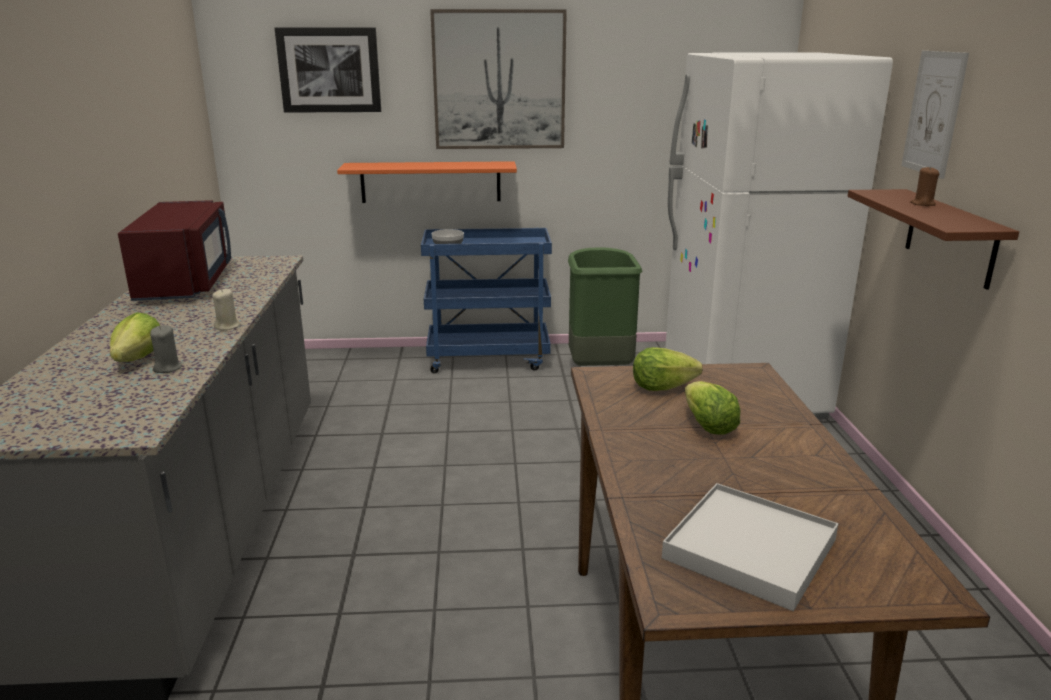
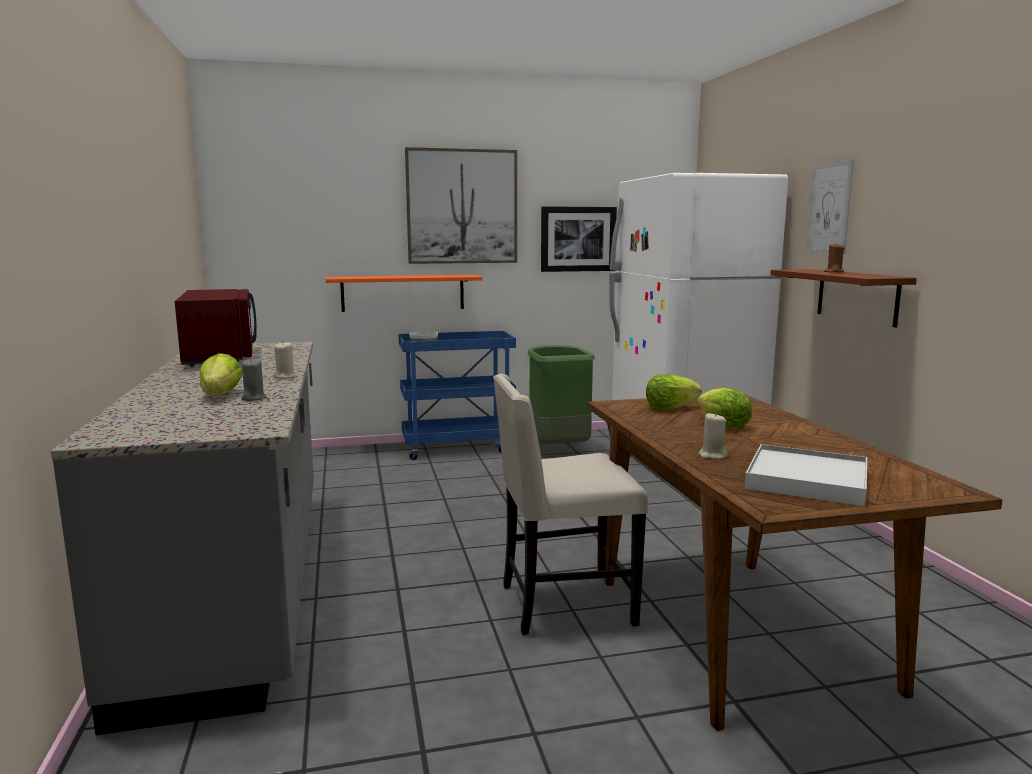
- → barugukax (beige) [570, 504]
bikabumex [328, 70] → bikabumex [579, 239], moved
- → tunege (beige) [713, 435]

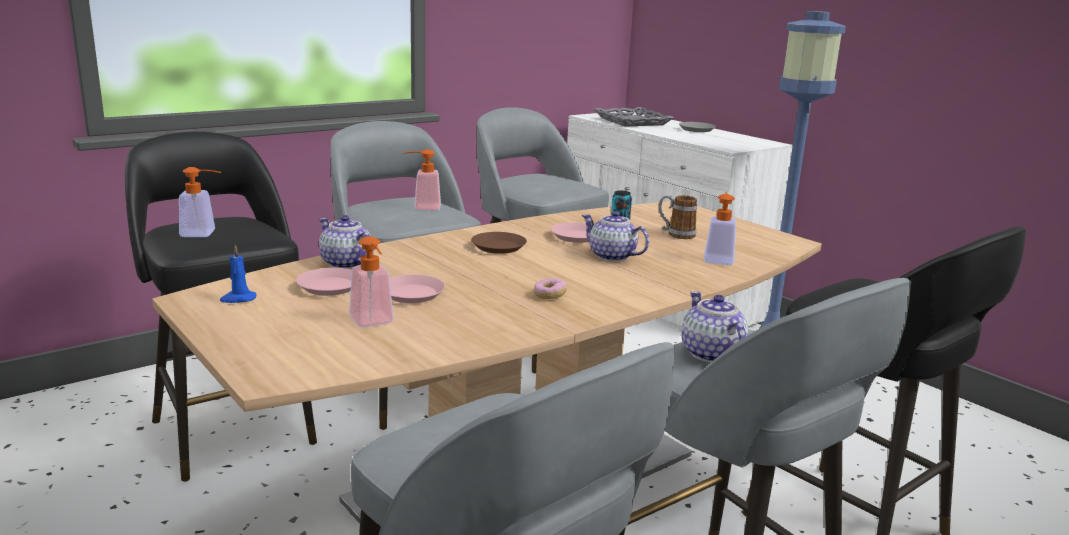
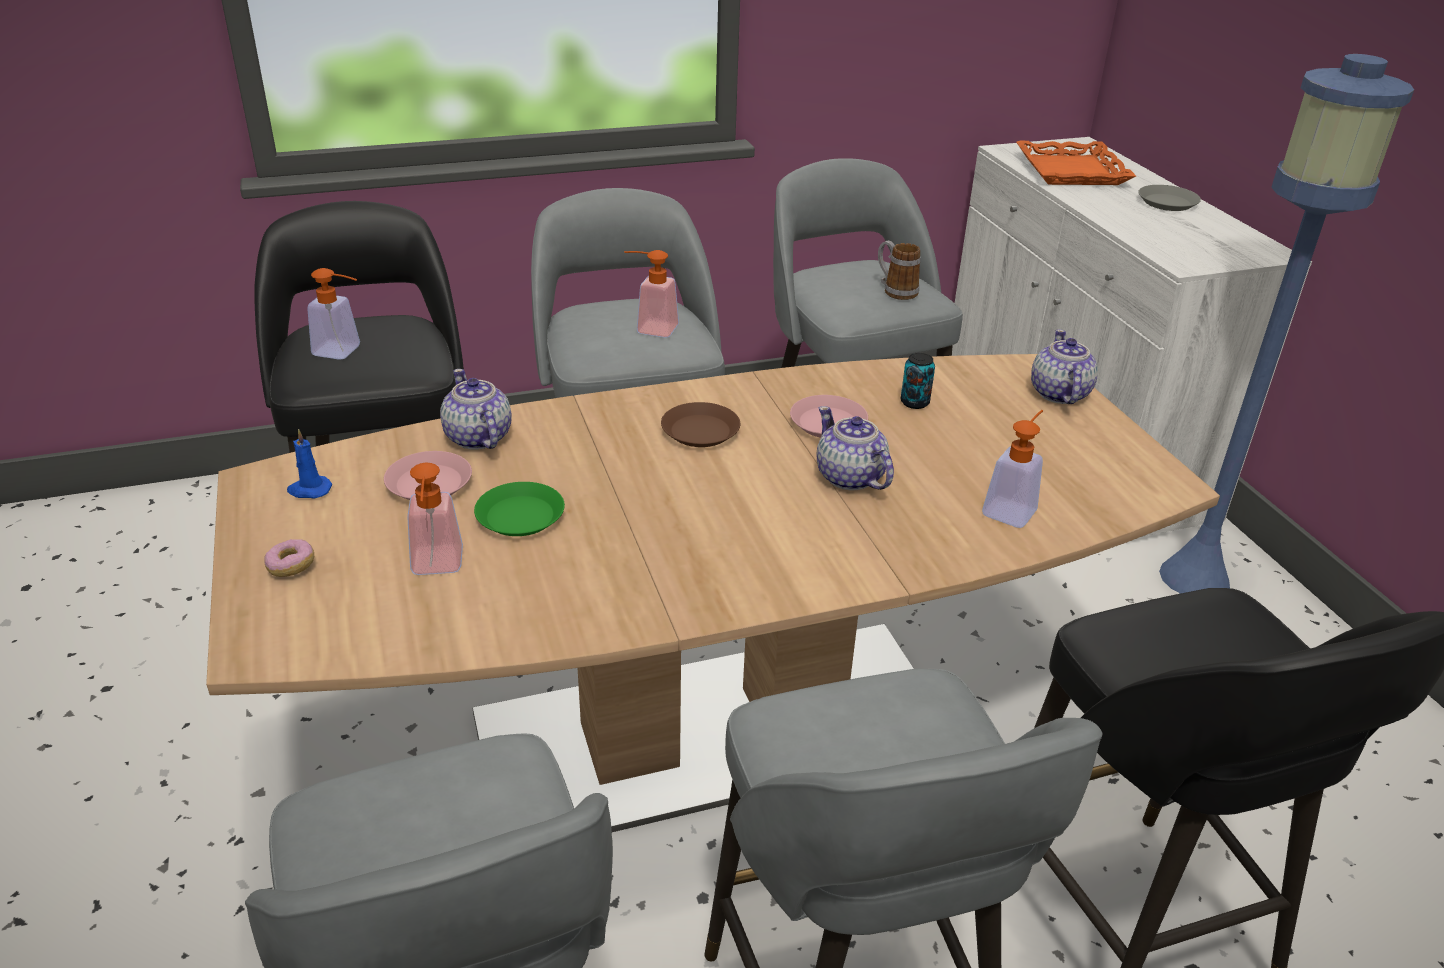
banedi [550, 288] → banedi [289, 558], moved
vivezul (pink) [417, 289] → vivezul (green) [519, 509]
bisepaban [678, 217] → bisepaban [899, 270], moved
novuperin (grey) [634, 117] → novuperin (orange) [1076, 163]
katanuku [714, 326] → katanuku [1064, 366], moved

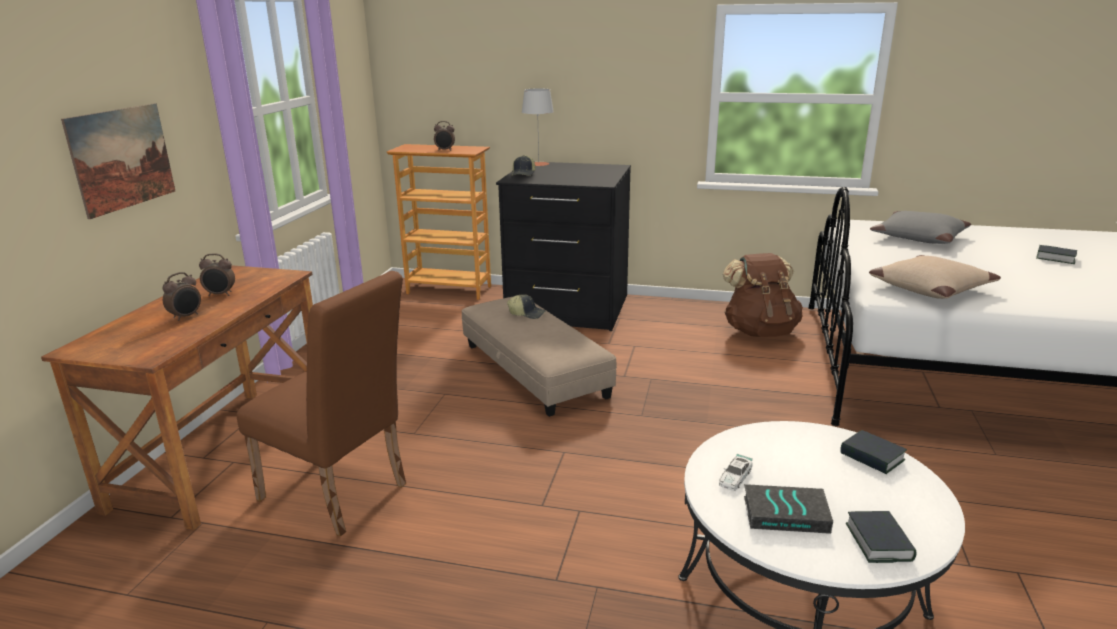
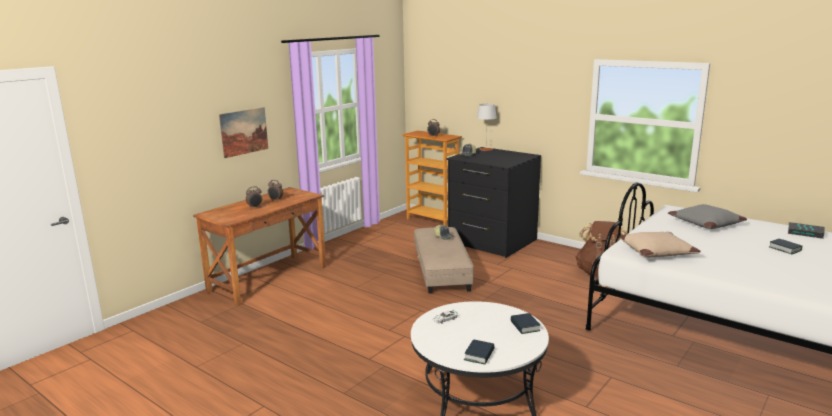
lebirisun [788, 509] → lebirisun [806, 230], moved
barugukax (brown) [321, 404] → -

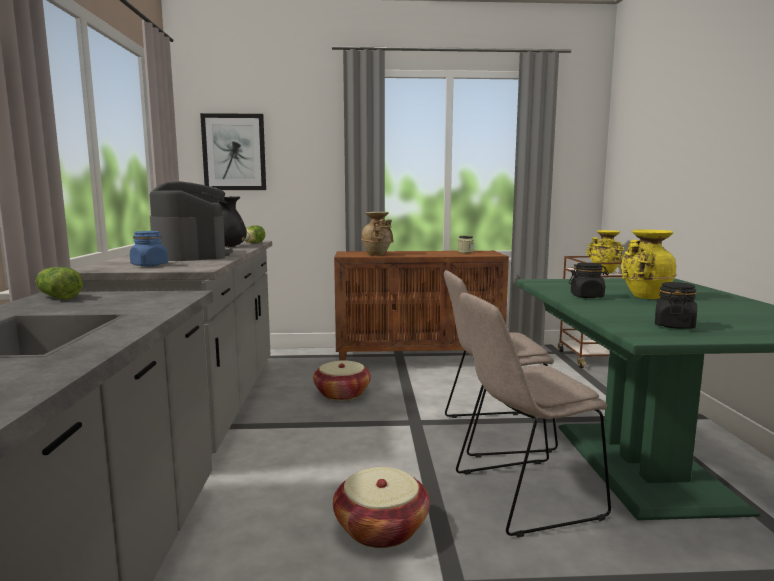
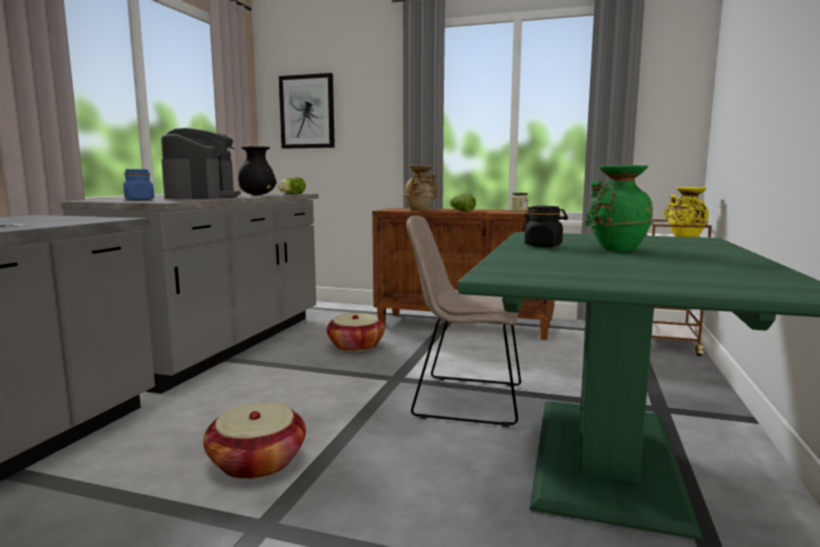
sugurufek [59, 283] → sugurufek [463, 202], moved
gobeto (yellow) [649, 264] → gobeto (green) [619, 208]
barugukax (beige) [533, 415] → -
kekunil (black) [676, 305] → -

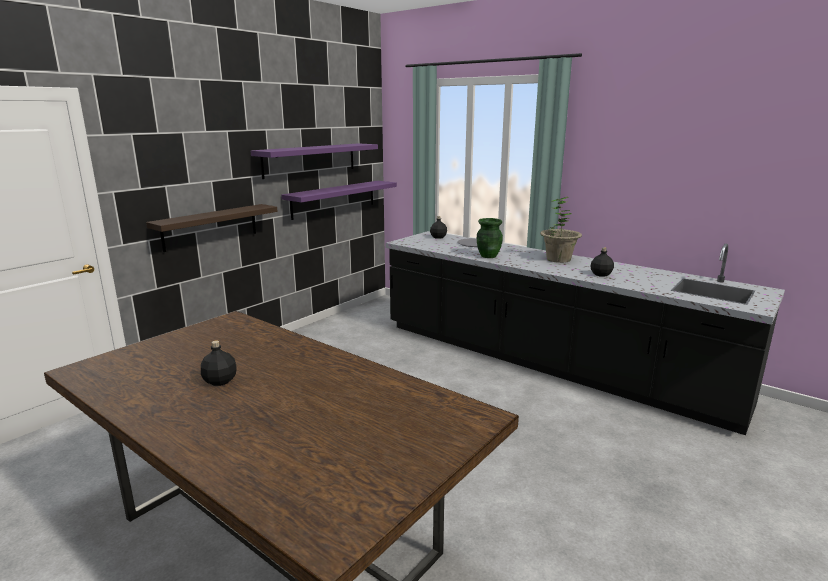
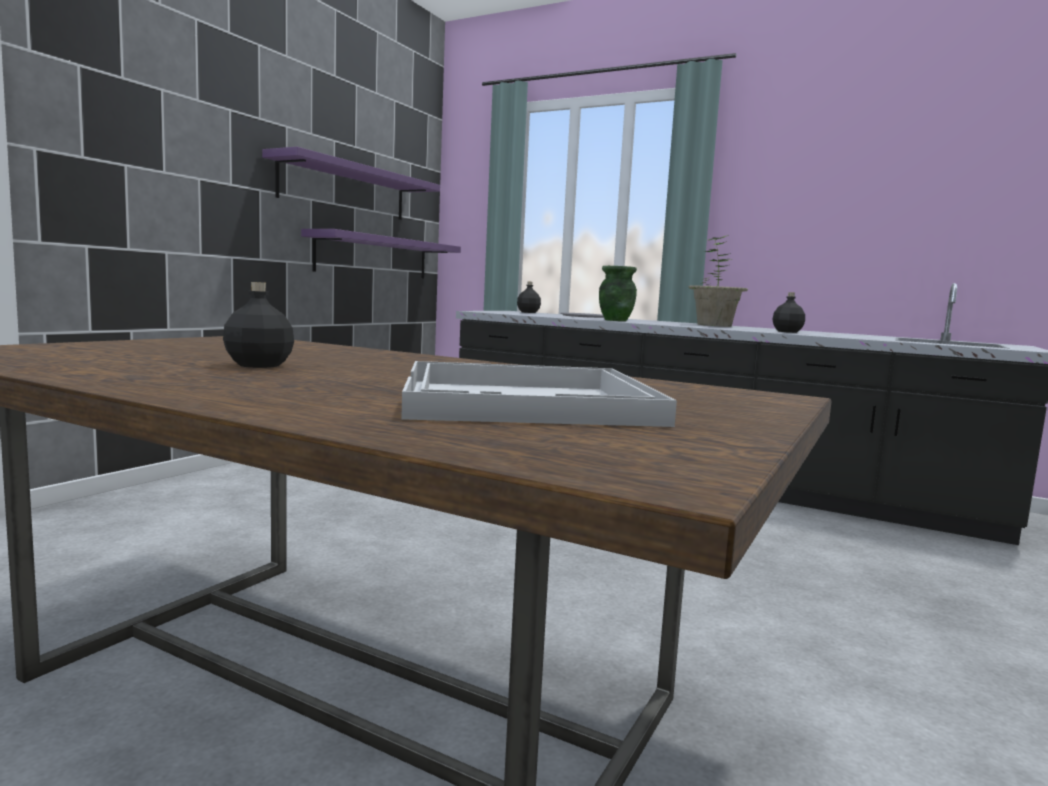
- → novuperin (white) [539, 394]
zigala [212, 228] → -

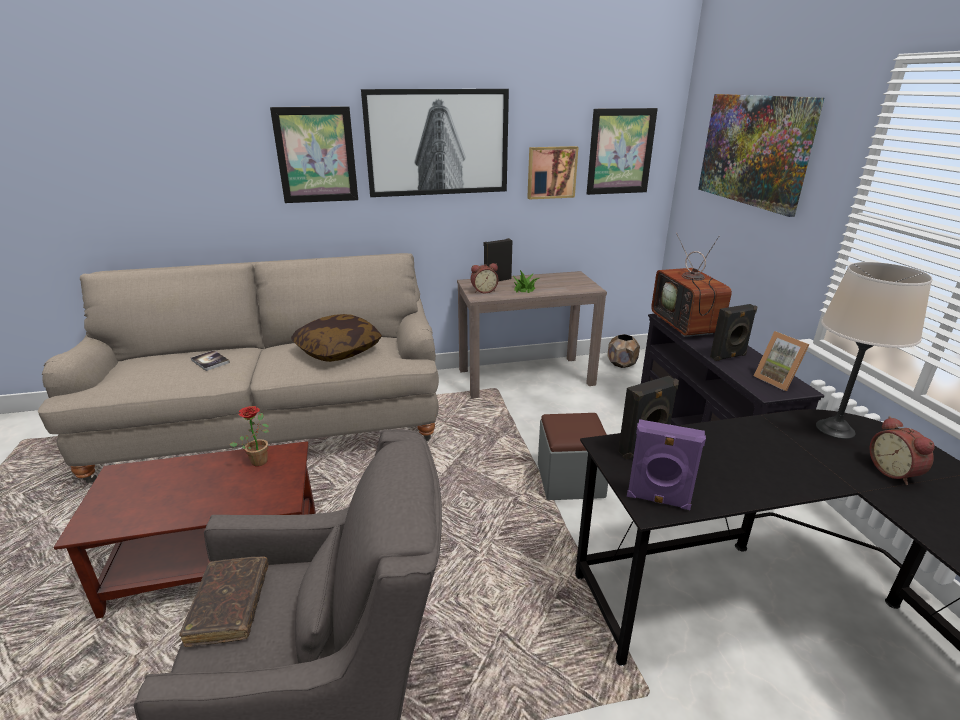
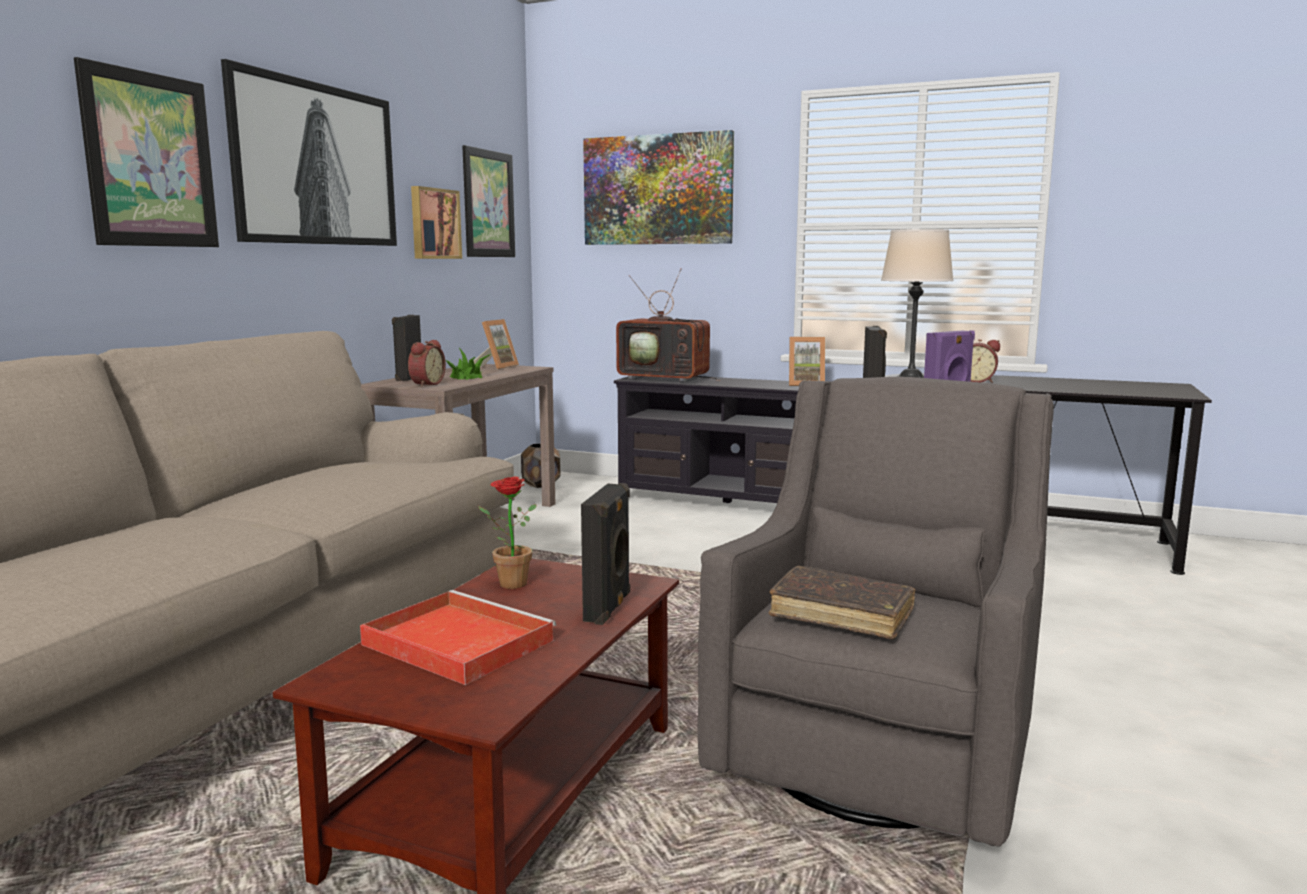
- → novuperin (red) [458, 637]
- → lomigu [496, 344]
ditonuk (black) [733, 332] → ditonuk (black) [605, 554], moved
lebirisun [210, 360] → -
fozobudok [336, 338] → -
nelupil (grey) [573, 456] → -

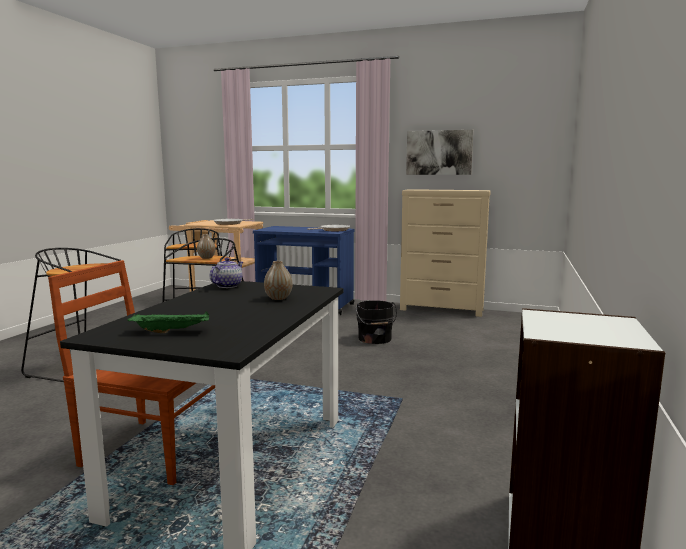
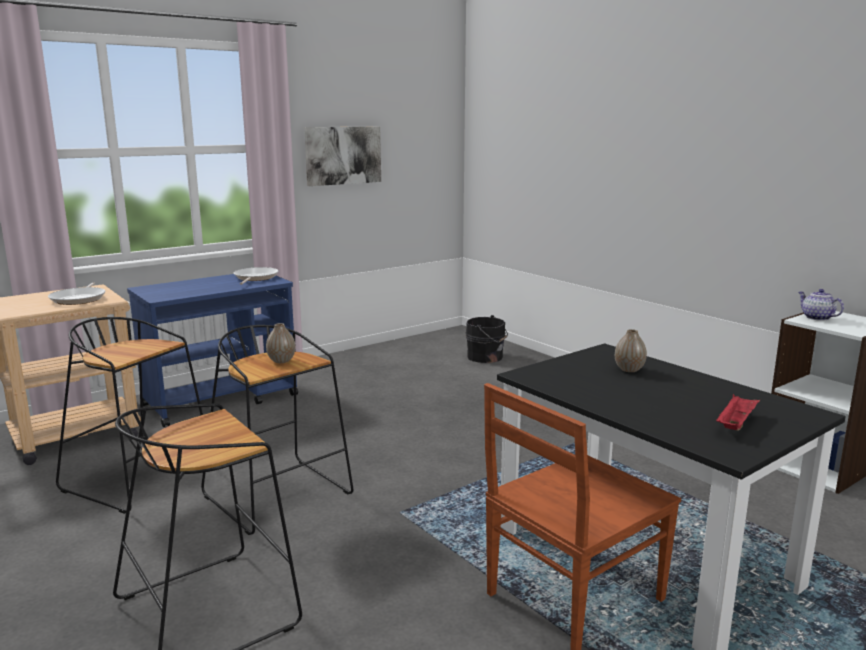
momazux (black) [376, 322] → momazux (black) [487, 339], moved
novuperin (green) [168, 322] → novuperin (red) [738, 412]
katanuku [226, 273] → katanuku [821, 305], moved
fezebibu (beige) [445, 253] → -

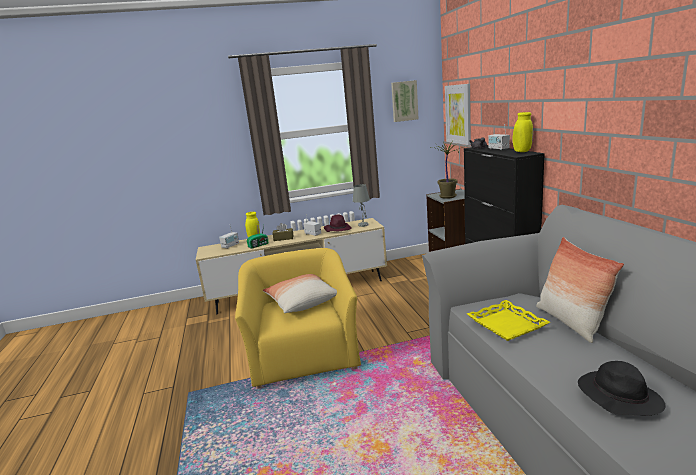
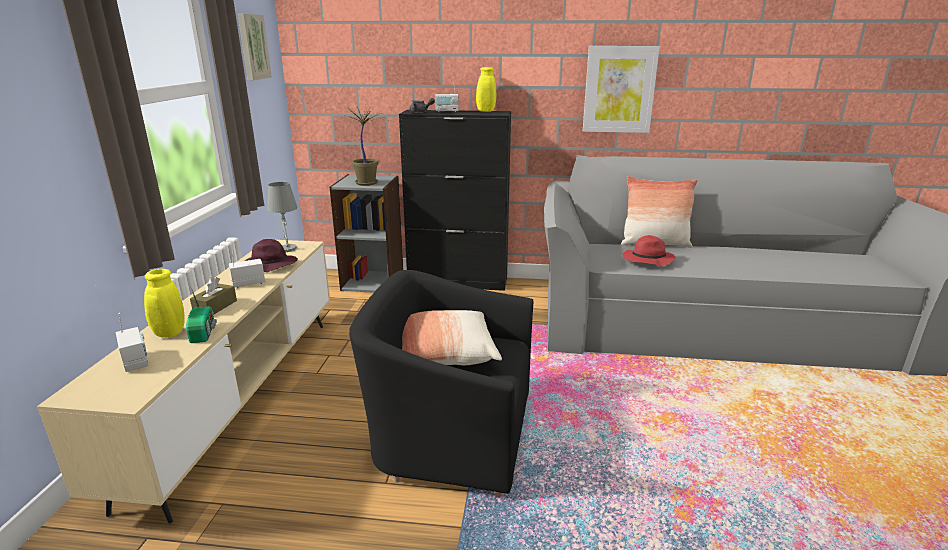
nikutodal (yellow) [298, 318] → nikutodal (black) [441, 383]
bikabumex [458, 114] → bikabumex [621, 89], moved
novuperin (yellow) [508, 320] → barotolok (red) [649, 250]
barotolok (black) [622, 388] → -

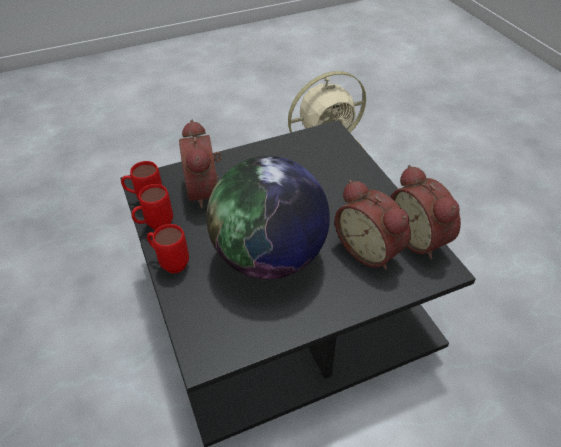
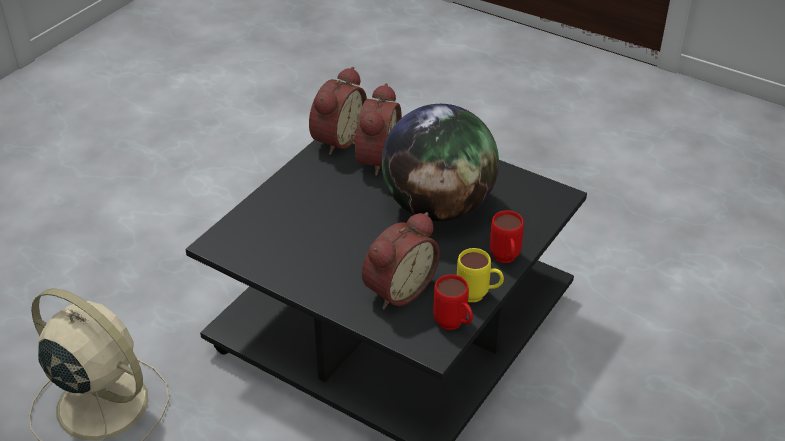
bisepaban (red) [152, 207] → bisepaban (yellow) [480, 275]

